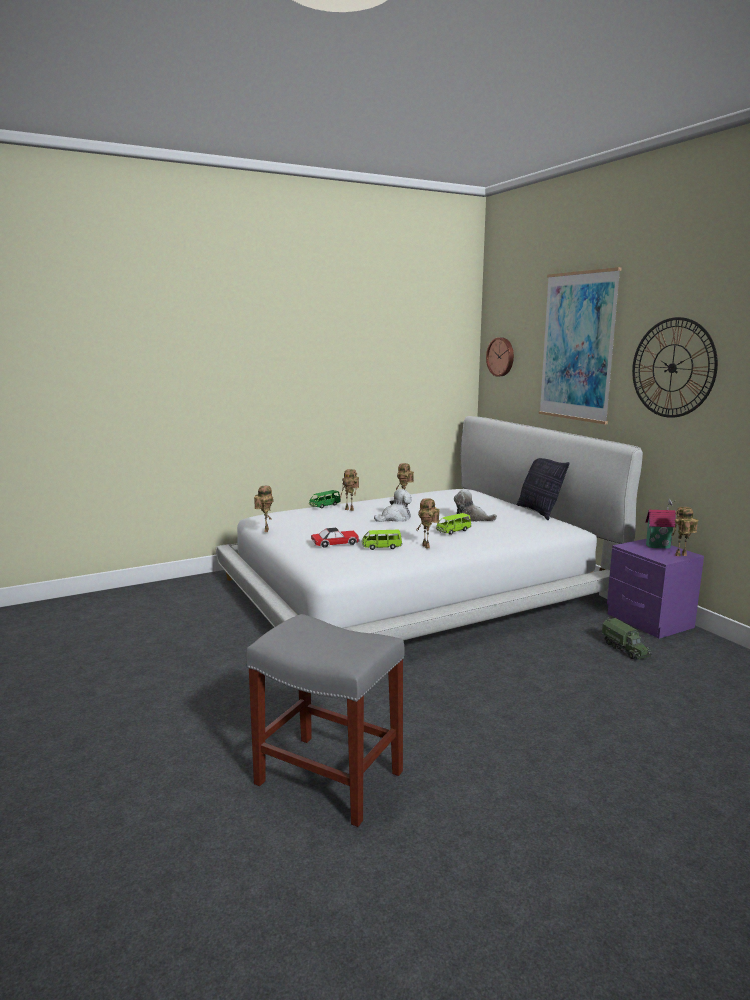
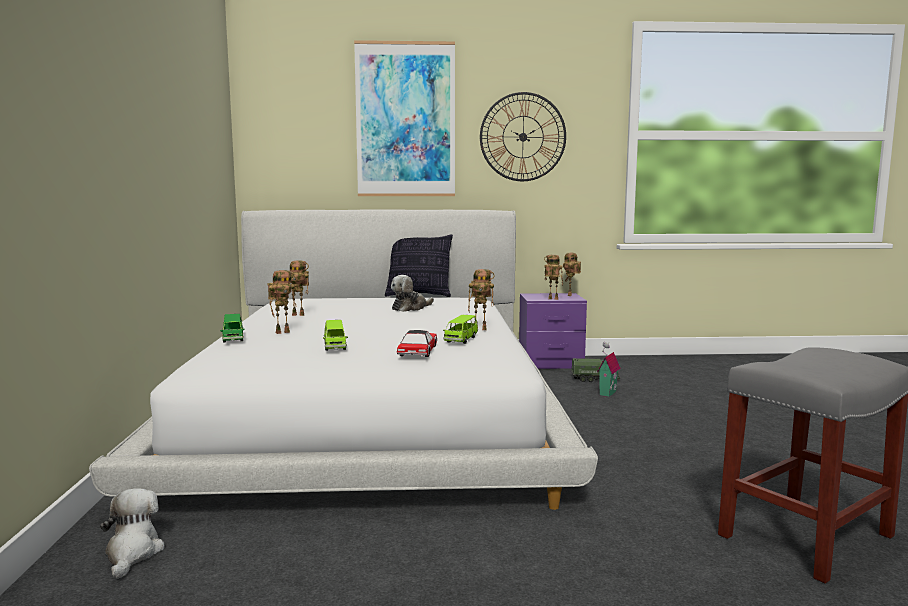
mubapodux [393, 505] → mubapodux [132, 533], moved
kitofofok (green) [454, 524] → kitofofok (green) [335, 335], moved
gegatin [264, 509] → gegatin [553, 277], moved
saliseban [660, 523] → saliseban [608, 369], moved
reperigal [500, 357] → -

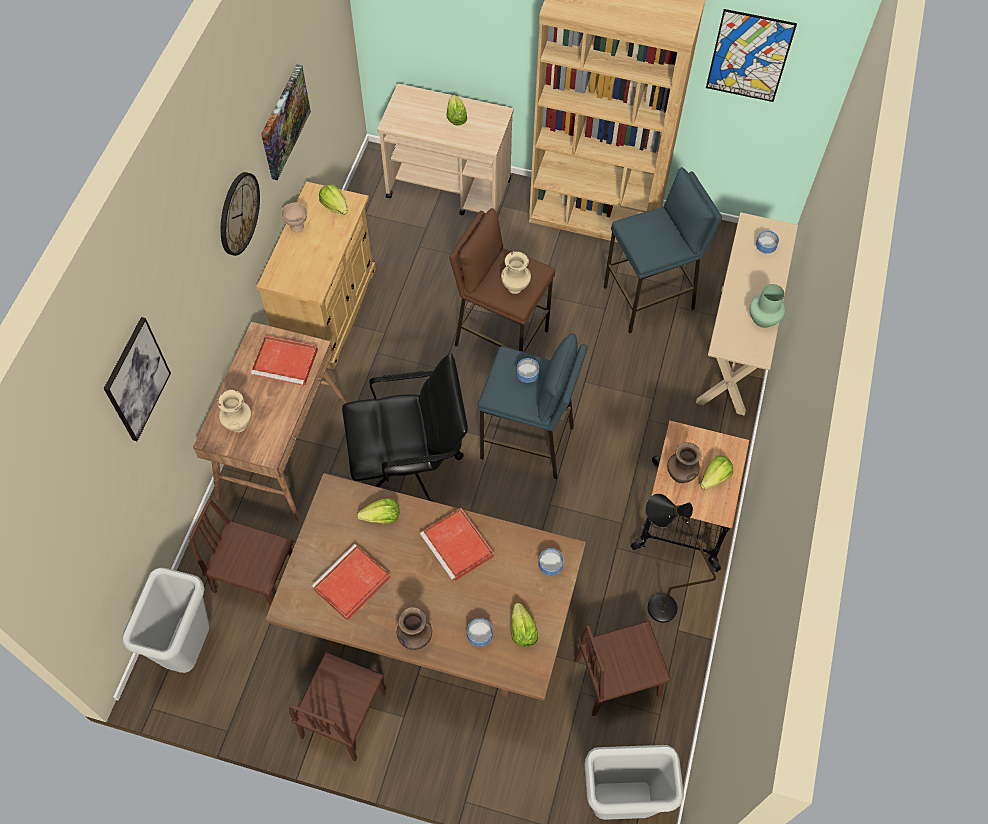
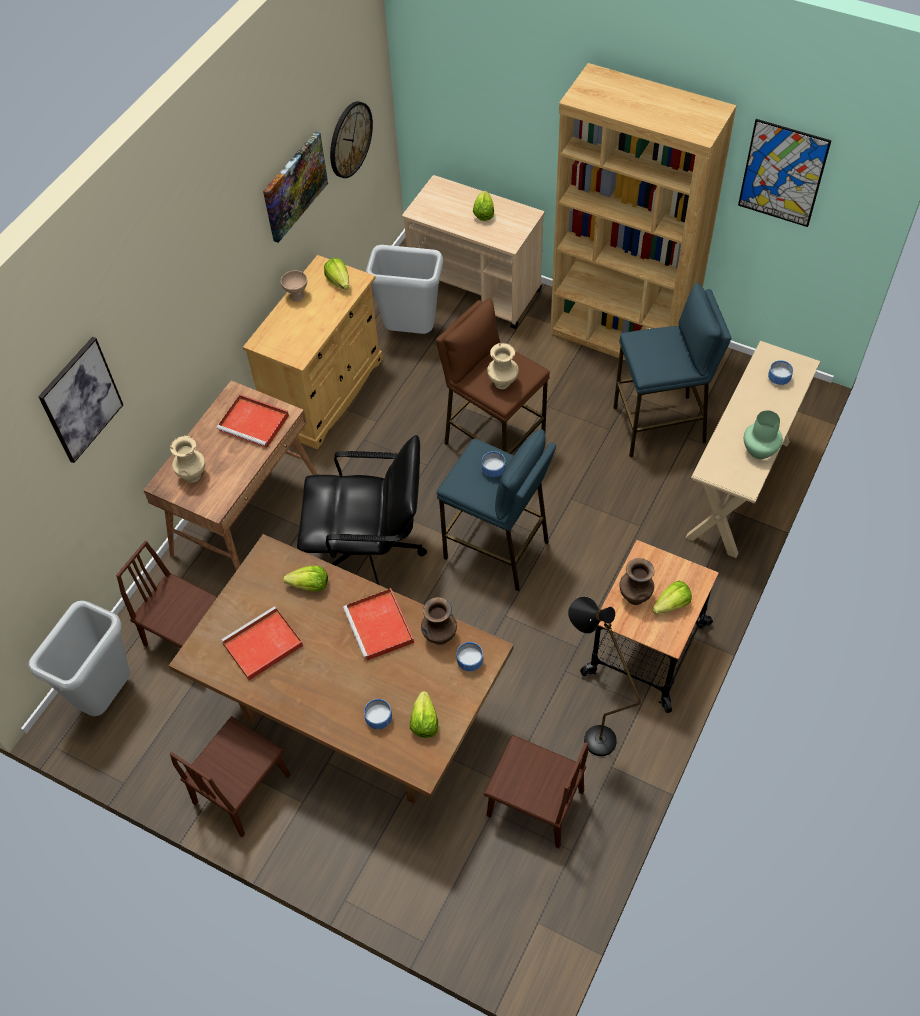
reperigal [240, 214] → reperigal [351, 139], moved
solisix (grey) [634, 782] → solisix (grey) [404, 289], moved
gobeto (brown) [414, 628] → gobeto (brown) [439, 621], moved
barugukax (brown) [622, 668] → barugukax (brown) [536, 791], 150 degrees counterclockwise

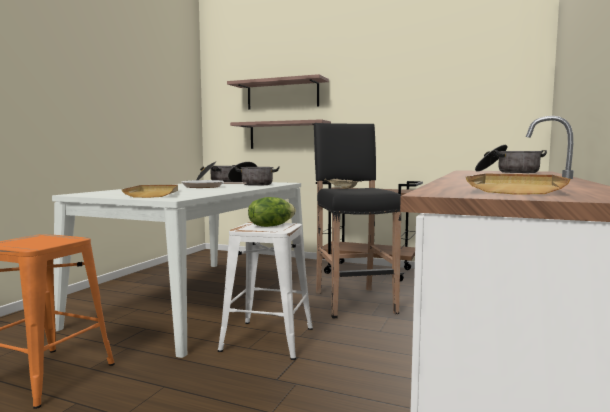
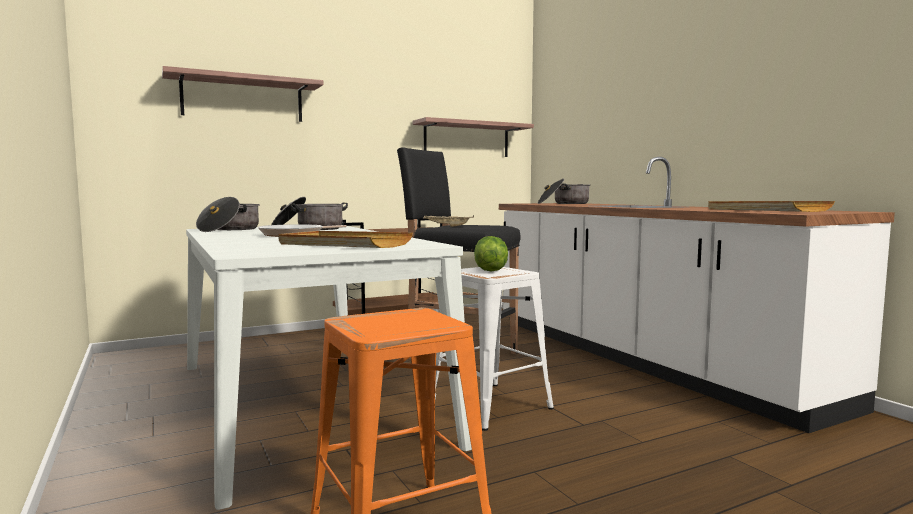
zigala [280, 134] → zigala [473, 137], moved

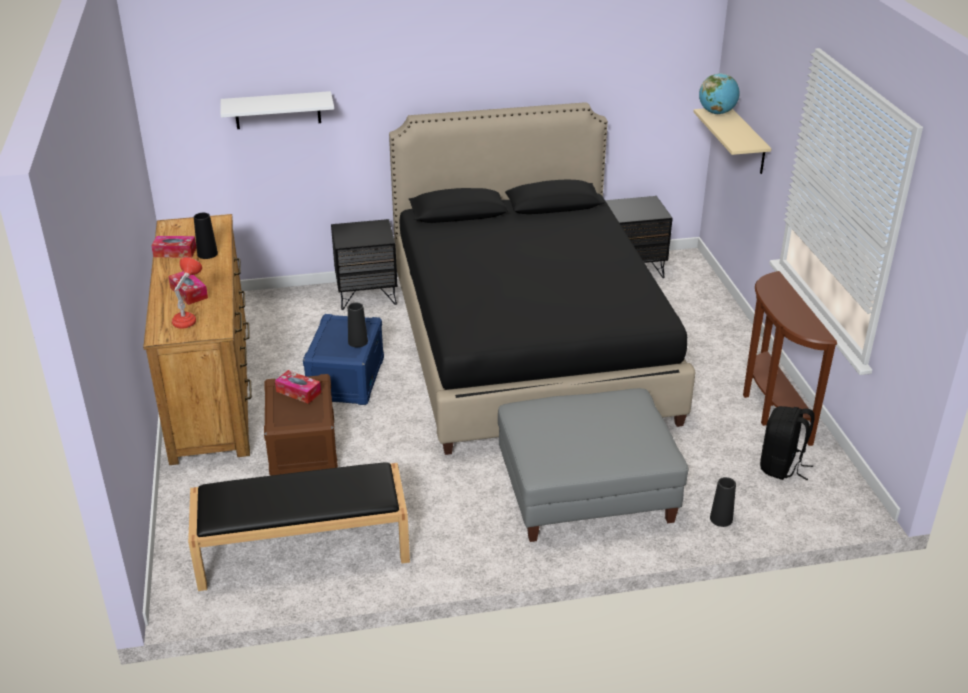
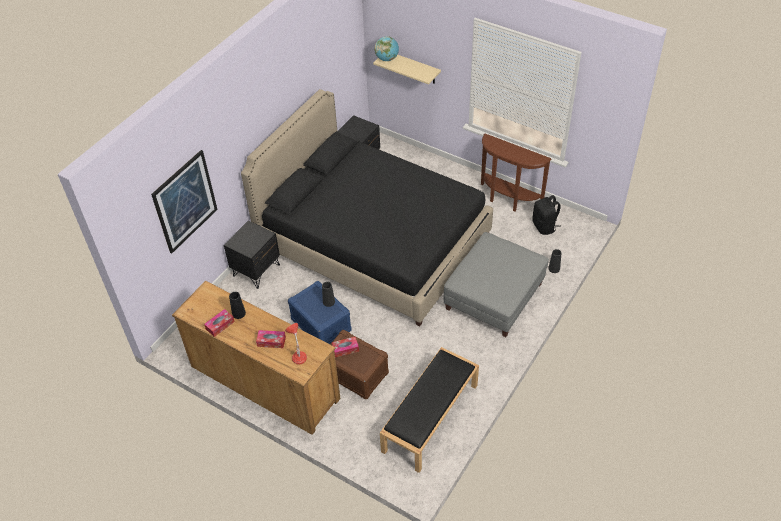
zigala (white) [277, 110] → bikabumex [184, 201]

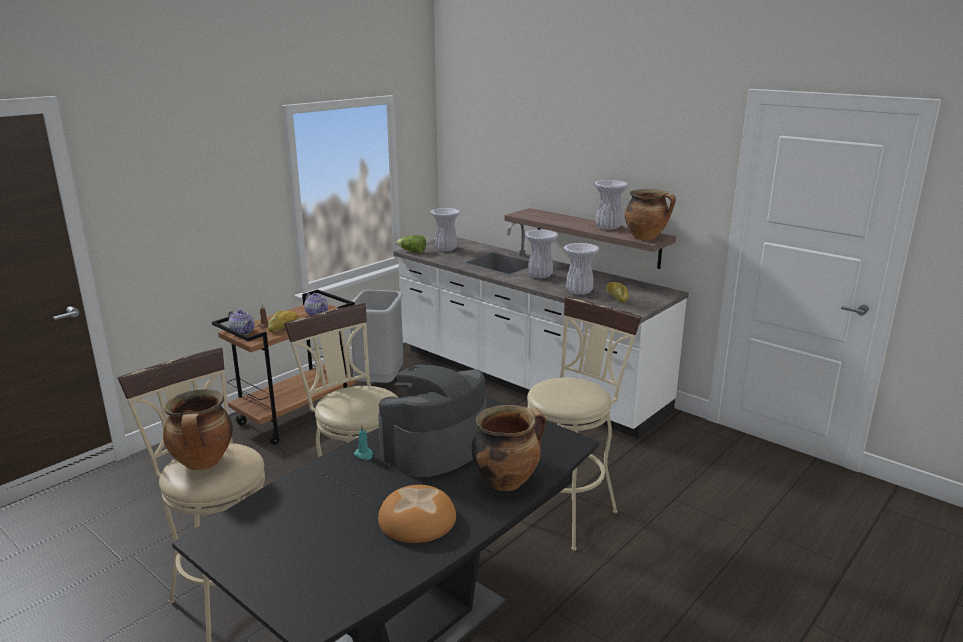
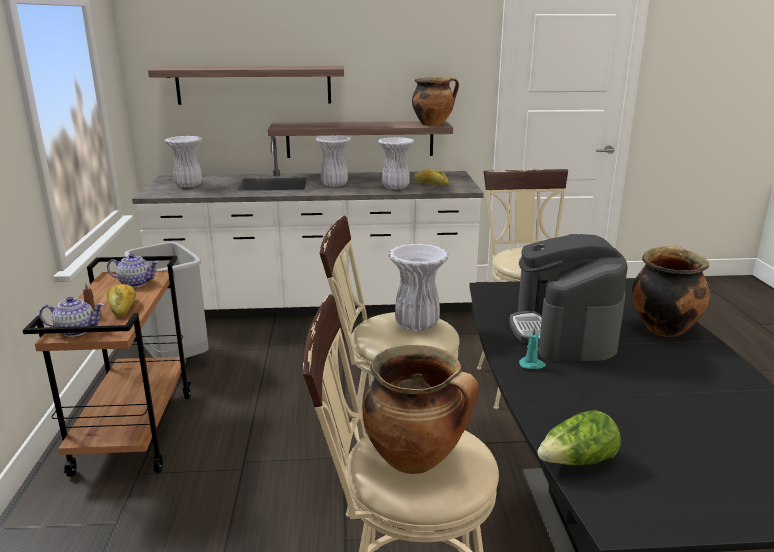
- → zigala [246, 85]
gobeto (white) [611, 205] → gobeto (white) [418, 287], moved
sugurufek [411, 244] → sugurufek [579, 437], moved
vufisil [417, 514] → -

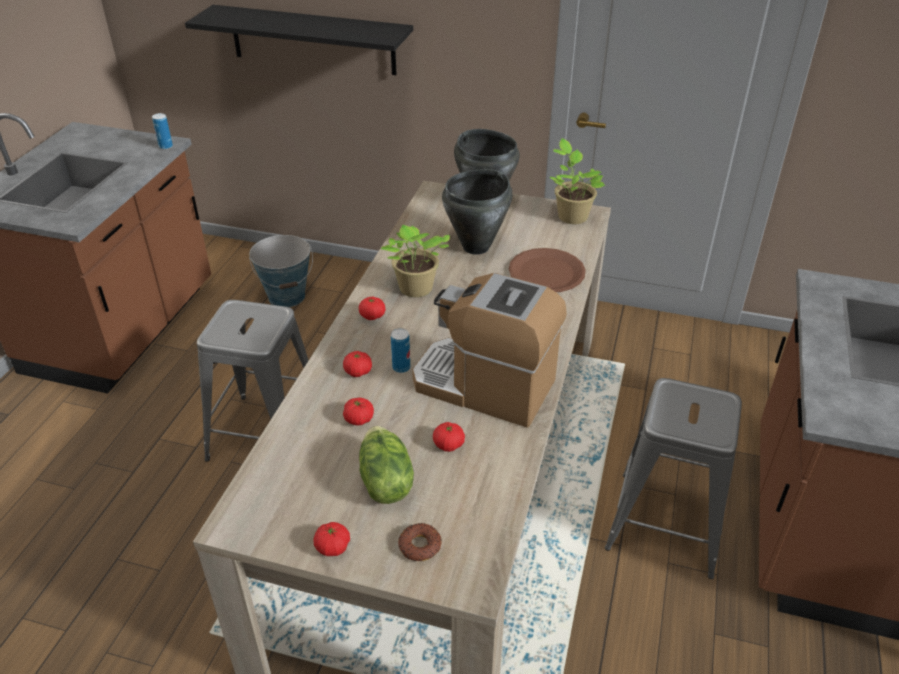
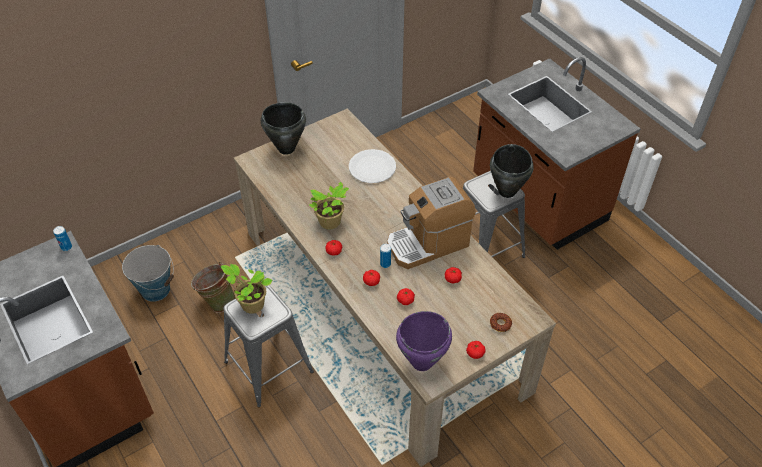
- → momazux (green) [213, 287]
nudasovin [577, 181] → nudasovin [246, 289], moved
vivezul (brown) [547, 270] → vivezul (white) [372, 166]
- → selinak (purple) [424, 341]
selinak (black) [477, 212] → selinak (black) [512, 171], moved
zigala (black) [299, 40] → -
sugurufek [386, 465] → -

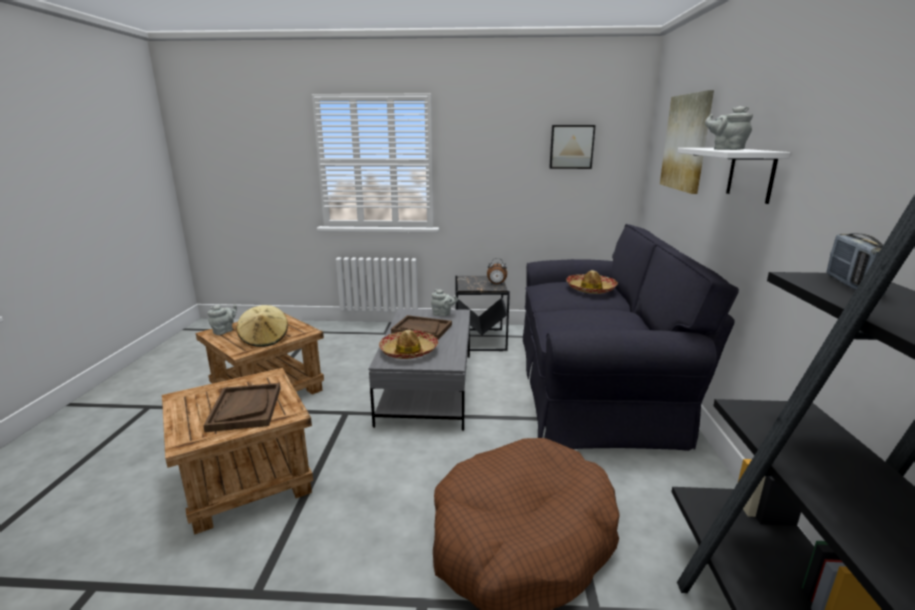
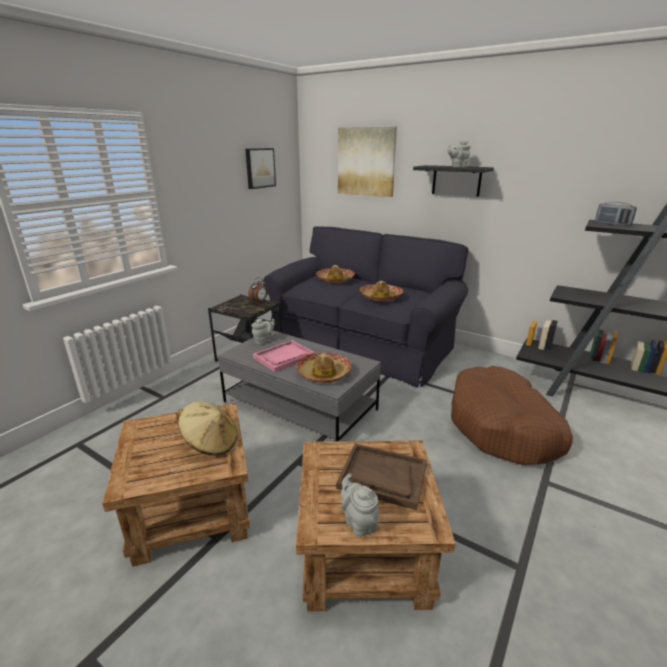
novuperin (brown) [421, 327] → novuperin (pink) [284, 356]
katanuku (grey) [222, 319] → katanuku (grey) [360, 505], moved
- → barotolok [381, 291]
zigala (white) [734, 176] → zigala (black) [453, 181]

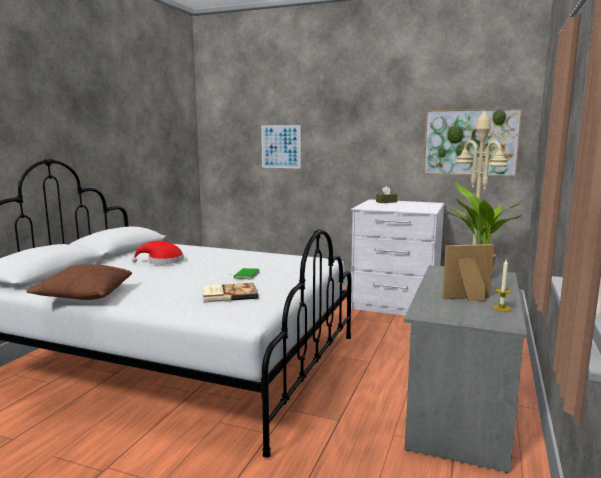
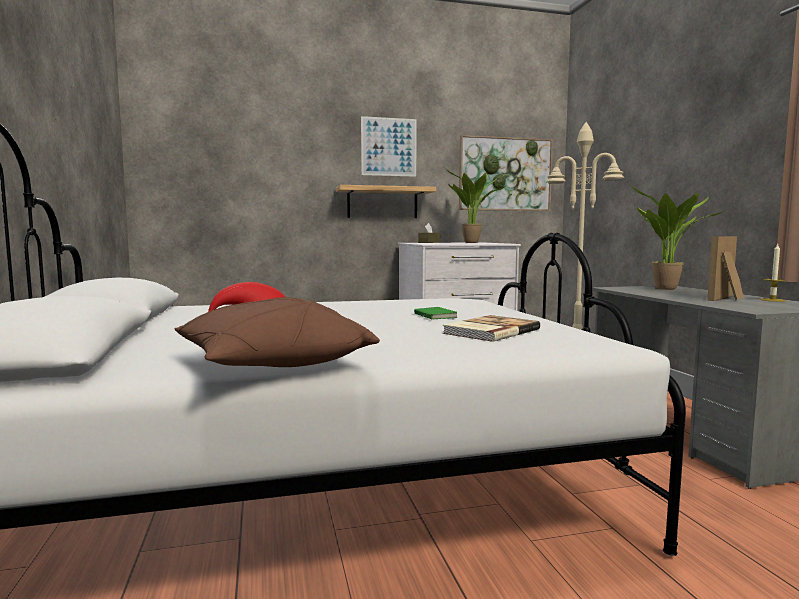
- → zigala [386, 201]
bikabumex [281, 147] → bikabumex [389, 146], moved
- → nudasovin [476, 205]

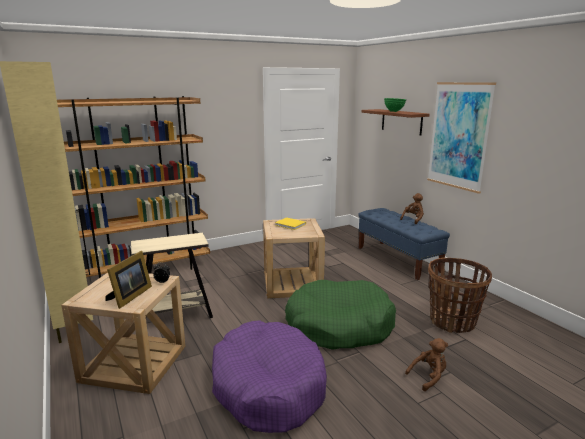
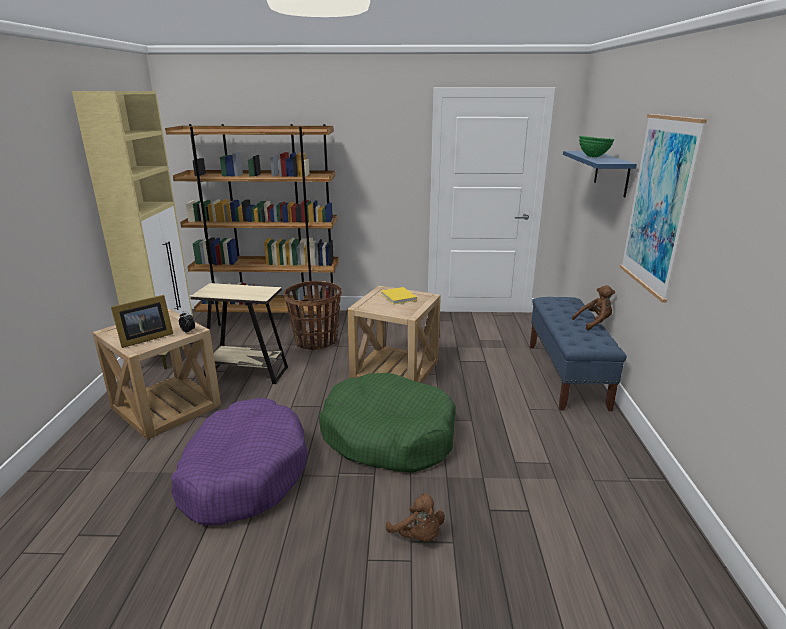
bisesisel [460, 295] → bisesisel [312, 315], moved
mubapodux (brown) [426, 364] → mubapodux (brown) [415, 517], 45 degrees clockwise
zigala (brown) [396, 122] → zigala (blue) [600, 174]

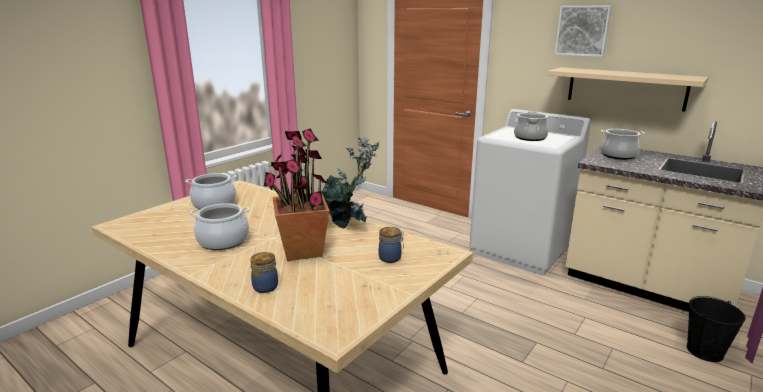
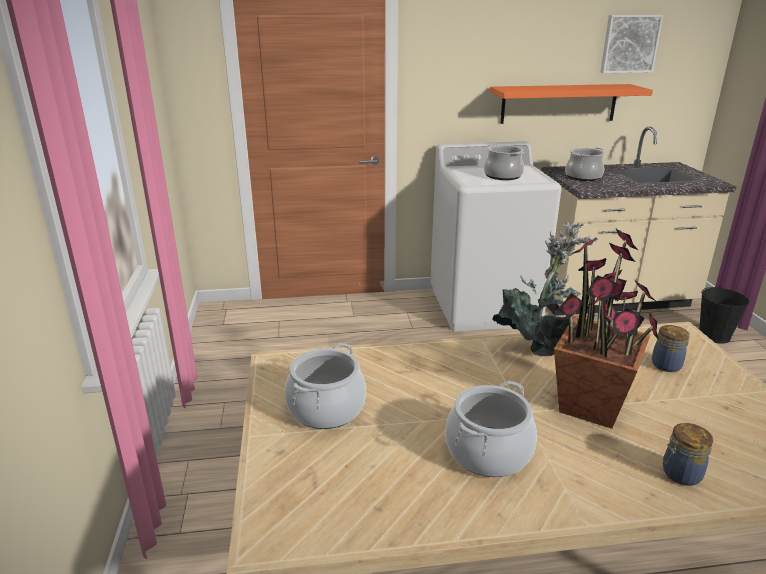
zigala (beige) [628, 89] → zigala (orange) [571, 104]
bikabumex [583, 31] → bikabumex [631, 44], moved

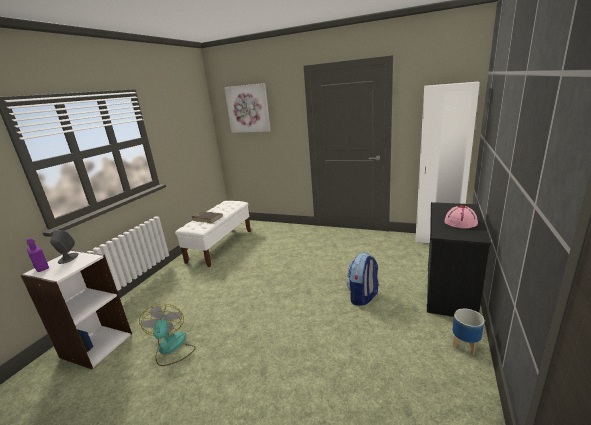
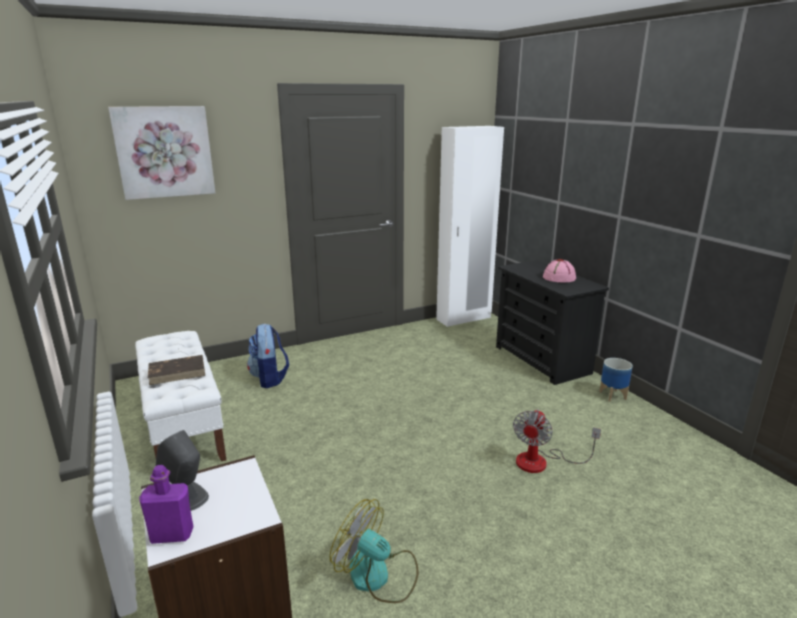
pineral [362, 279] → pineral [268, 355], moved
- → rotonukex [557, 441]

